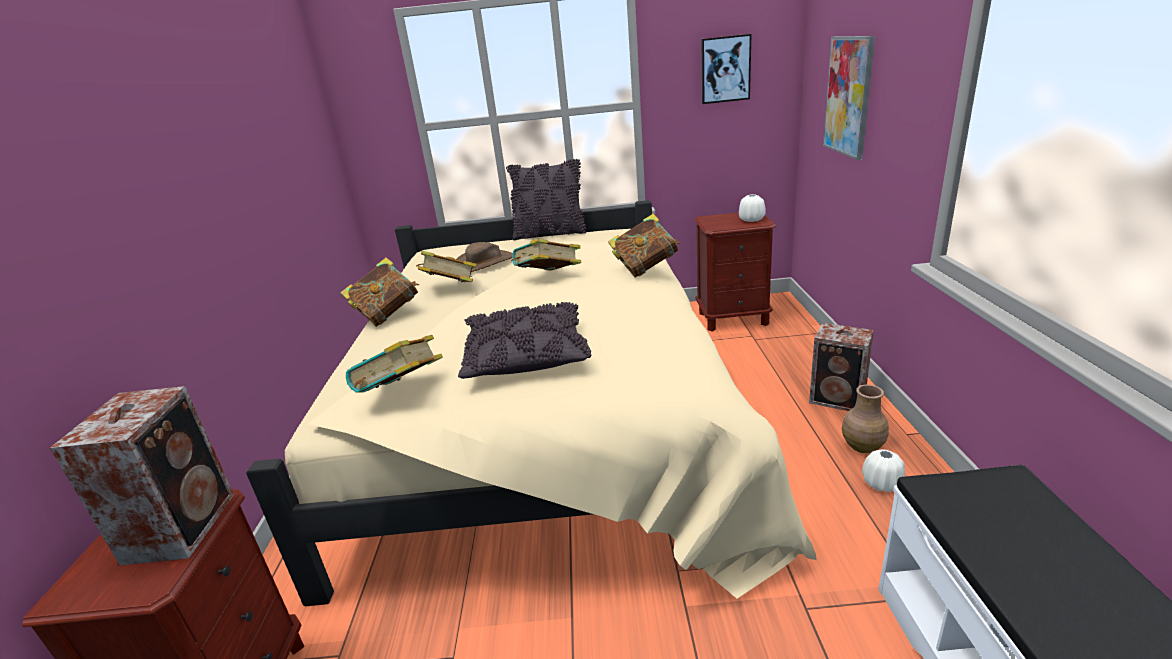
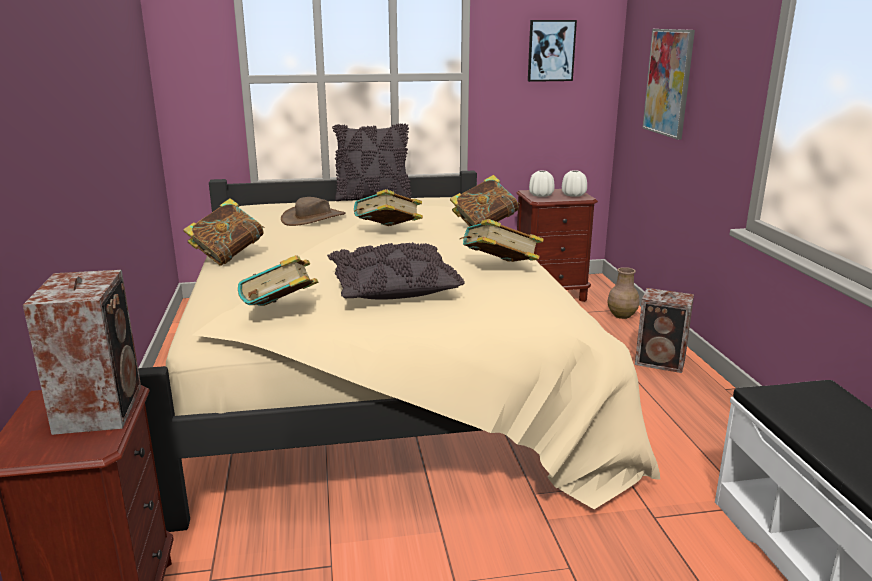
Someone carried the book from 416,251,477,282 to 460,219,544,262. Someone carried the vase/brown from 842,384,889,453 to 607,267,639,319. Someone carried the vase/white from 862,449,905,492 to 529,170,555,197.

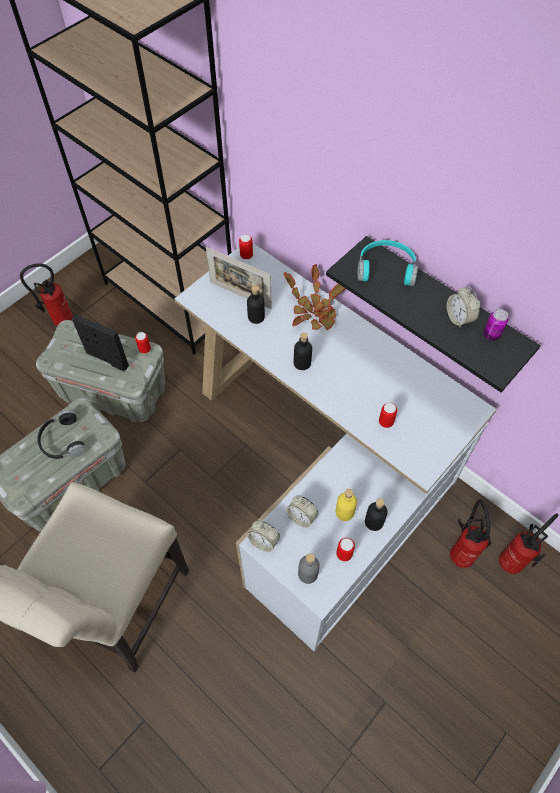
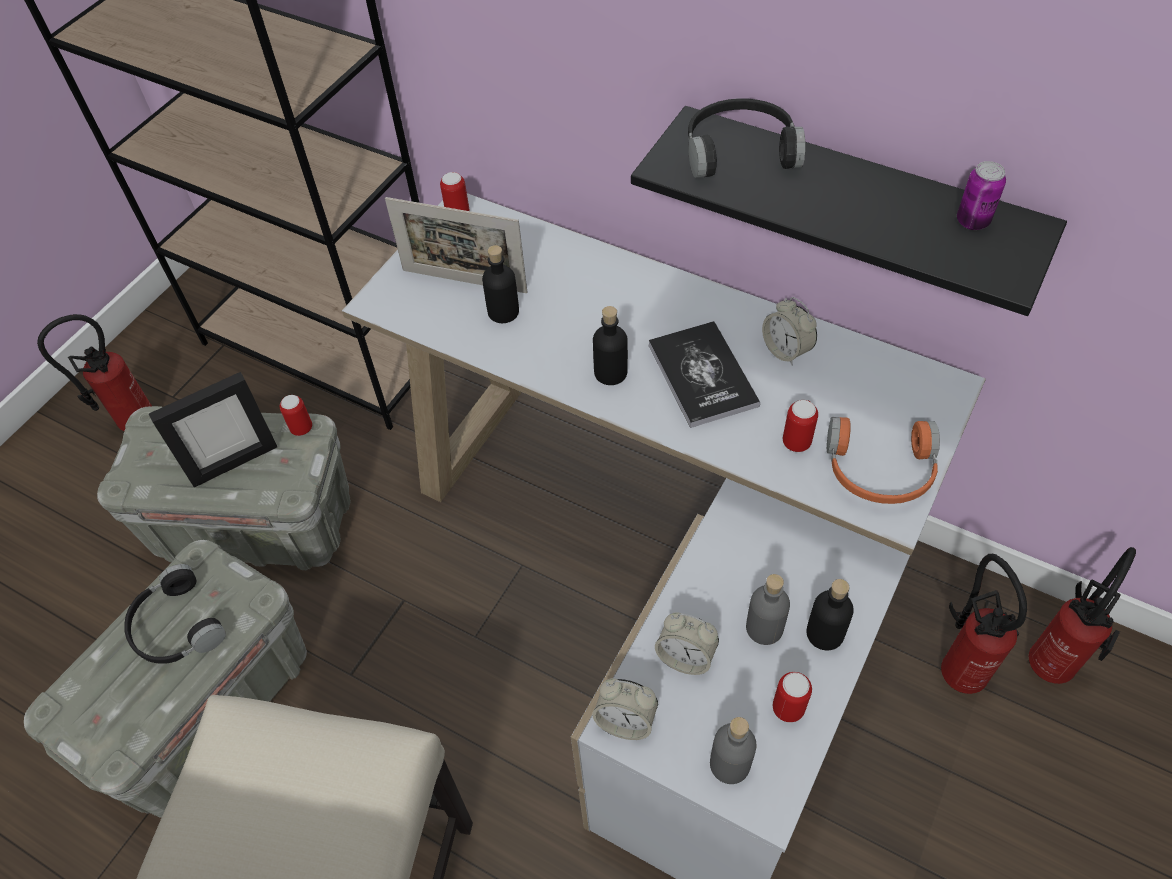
Someone rotated the picture frame at 72,314,129,372 by 135 degrees clockwise. Someone took away the potted plant at 283,264,346,330. Someone repainted the bottle/yellow at 336,489,357,521, which became the bottle/grey at 746,574,790,645. Someone repainted the headphones/turquoise at 357,240,418,286, which became the headphones/black at 688,98,805,178. Someone carried the alarm clock from 447,287,480,328 to 762,297,817,365. Someone put down the book at 649,321,760,428. Someone put down the headphones/orange at 827,417,940,504.

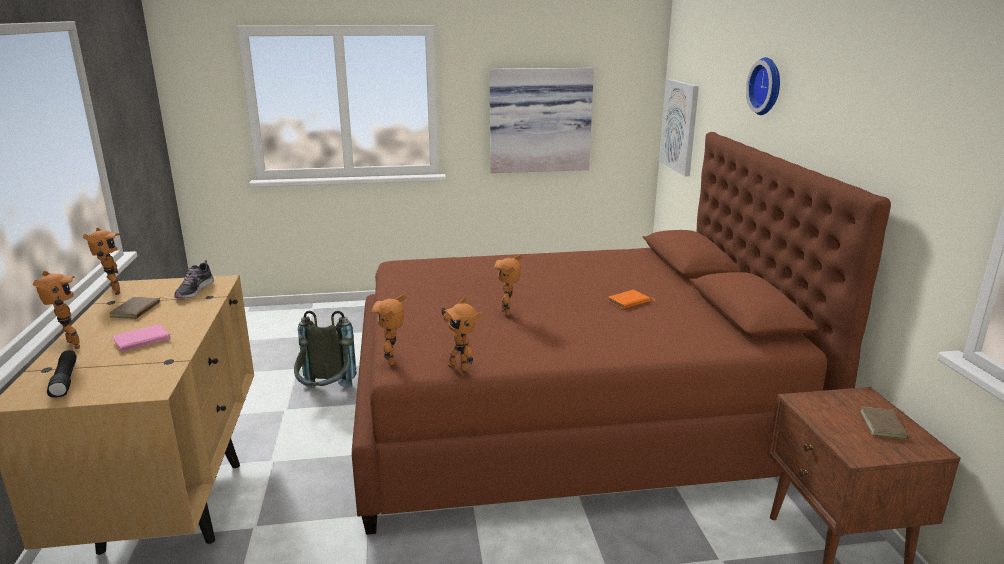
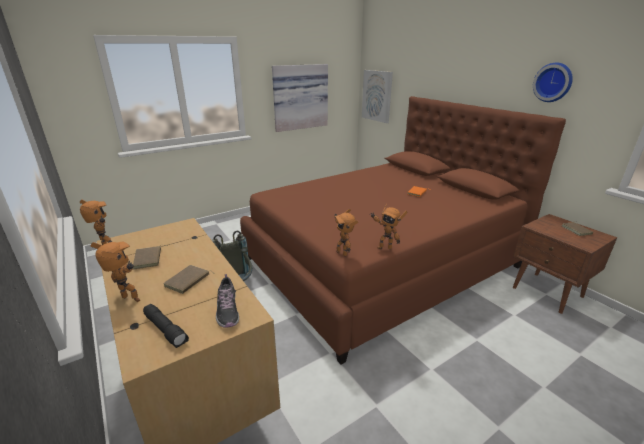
Someone repainted the book/pink at 112,324,172,352, which became the book/brown at 163,265,215,294. Someone carried the shoe from 174,260,214,298 to 216,274,239,328. Someone took away the toy robot at 494,255,522,316. Someone carried the wall clock from 746,57,780,115 to 533,63,573,102.

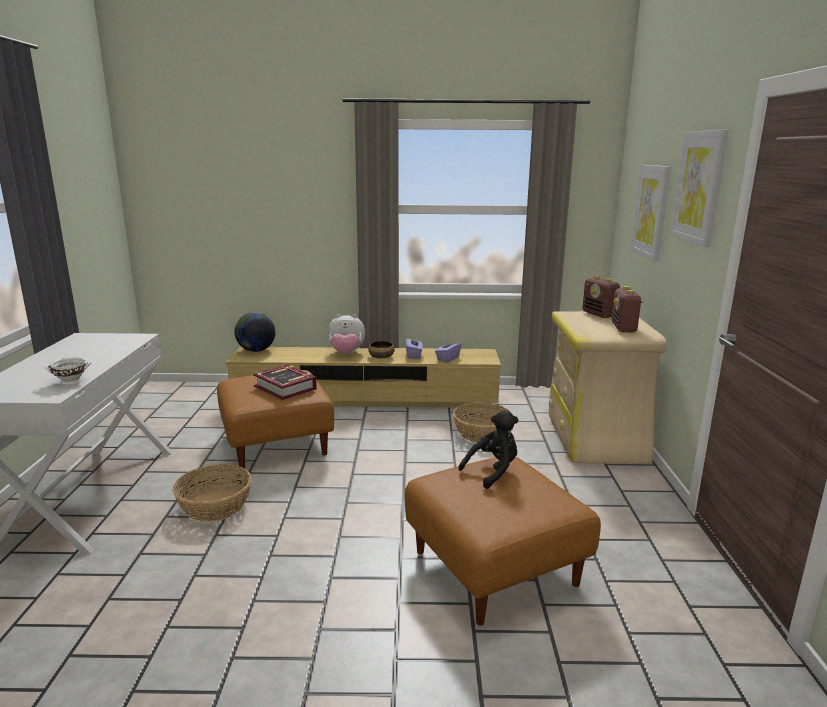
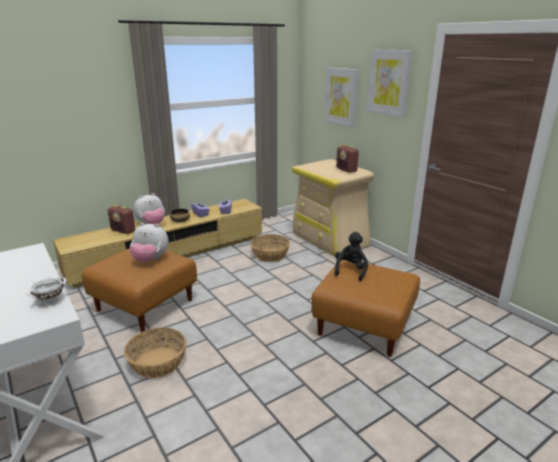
Someone took away the globe at 235,312,275,352. Someone swapped the book at 253,365,317,400 for the plush toy at 129,223,169,263. Someone carried the radio from 583,275,620,318 to 108,205,135,234.

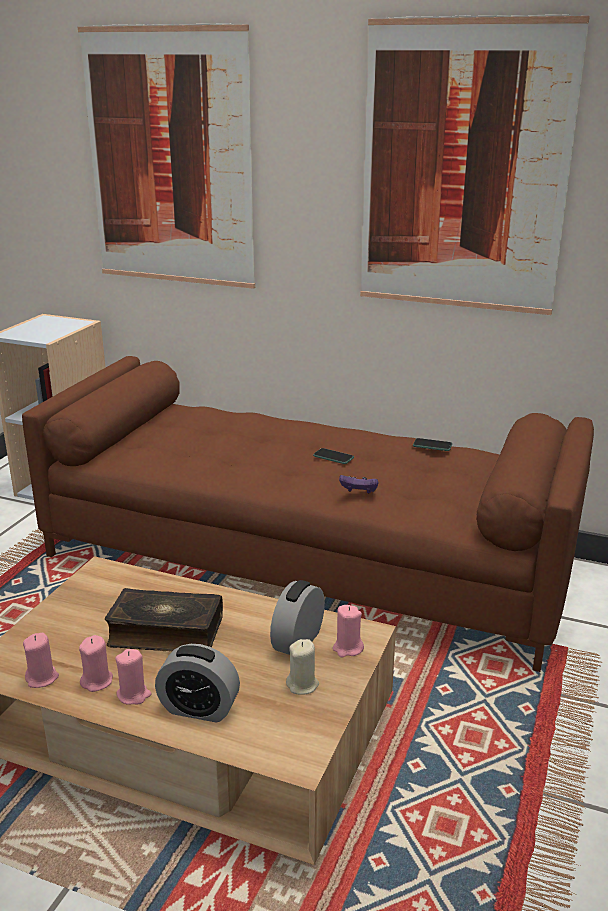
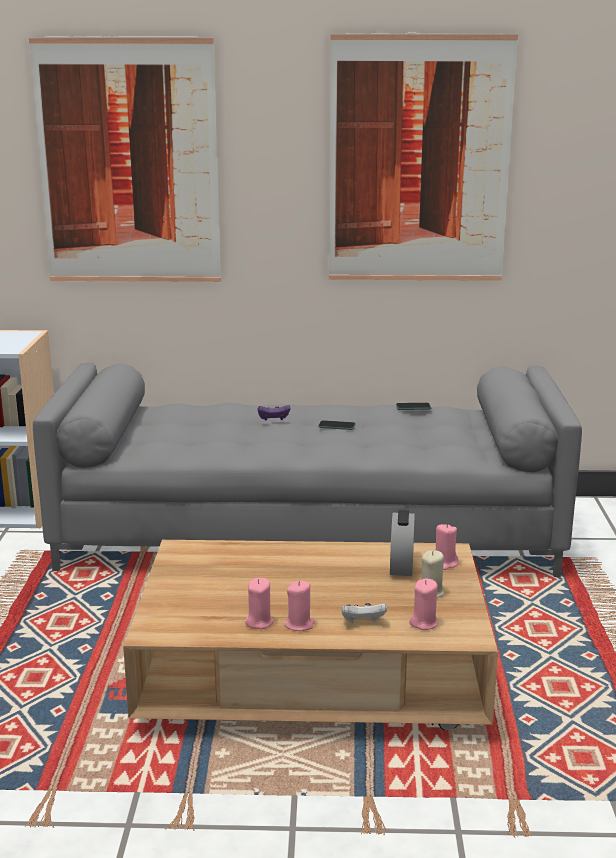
Someone repainted the sofa/brown at 22,356,594,672, which became the sofa/grey at 33,363,582,577. Someone carried the candle/pink from 23,633,59,688 to 409,578,438,630. Someone took away the book at 105,588,223,651. Someone swapped the alarm clock at 155,644,240,723 for the game controller/white at 341,603,387,622. Someone carried the game controller/purple from 339,475,378,494 to 257,405,291,421.

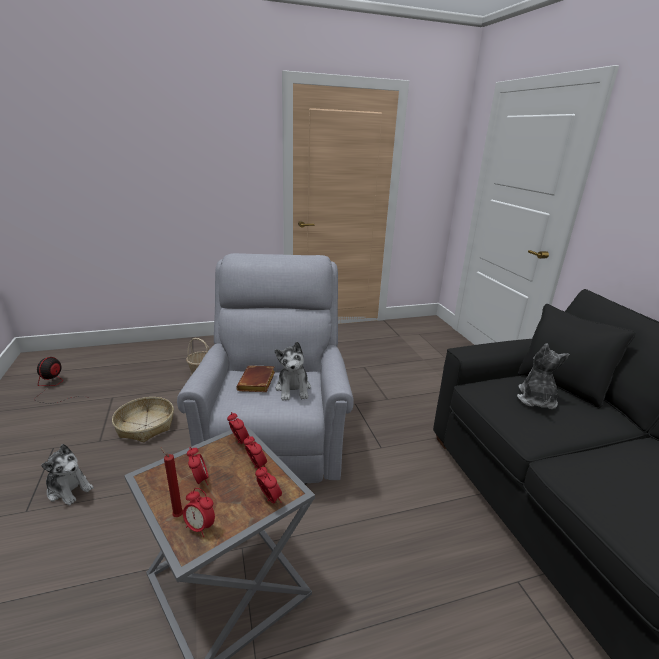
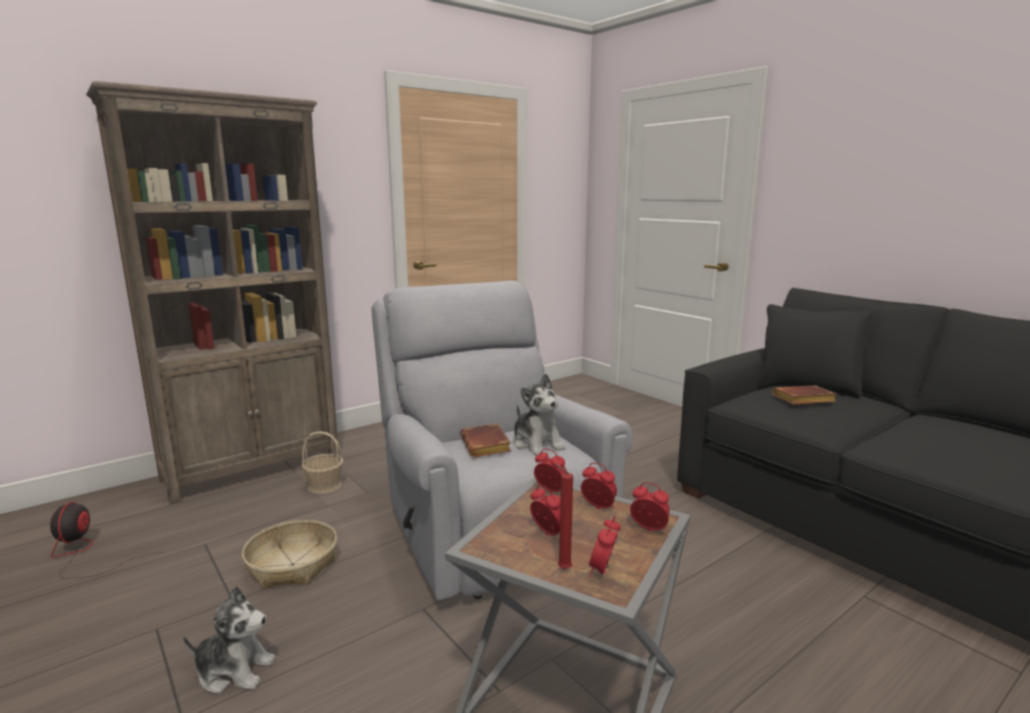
Someone rotated the alarm clock at 183,488,215,537 by 105 degrees clockwise. Someone swapped the plush toy at 517,343,569,409 for the book/brown at 772,385,837,405. Someone put down the bookcase/brown at 86,81,340,504.

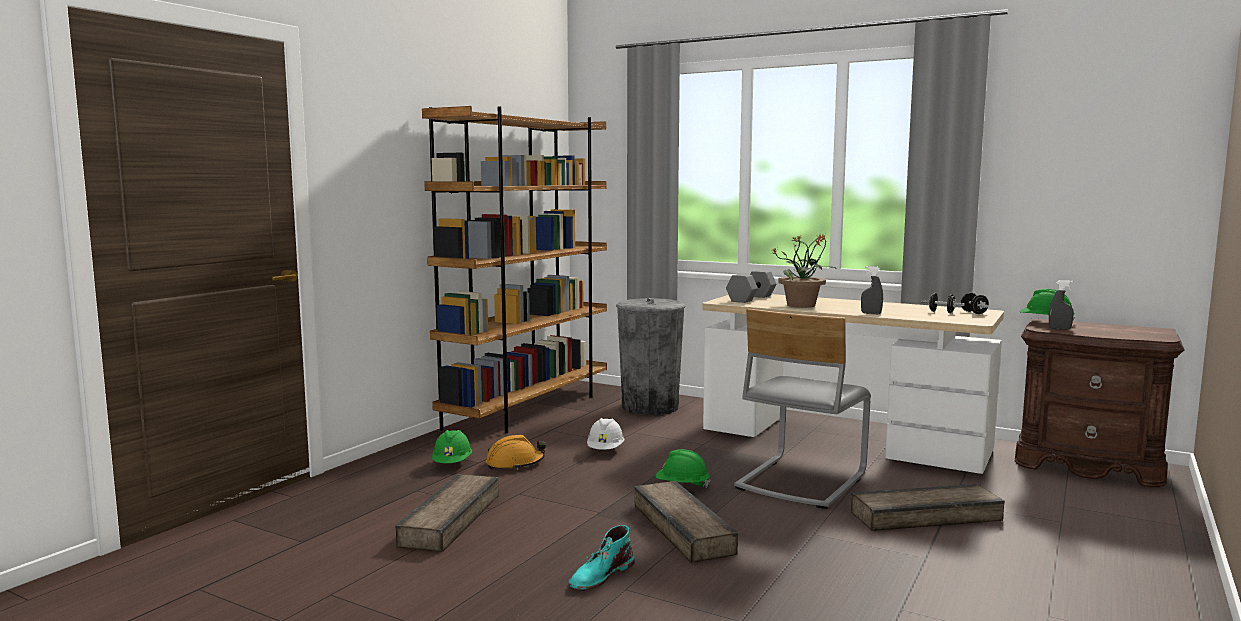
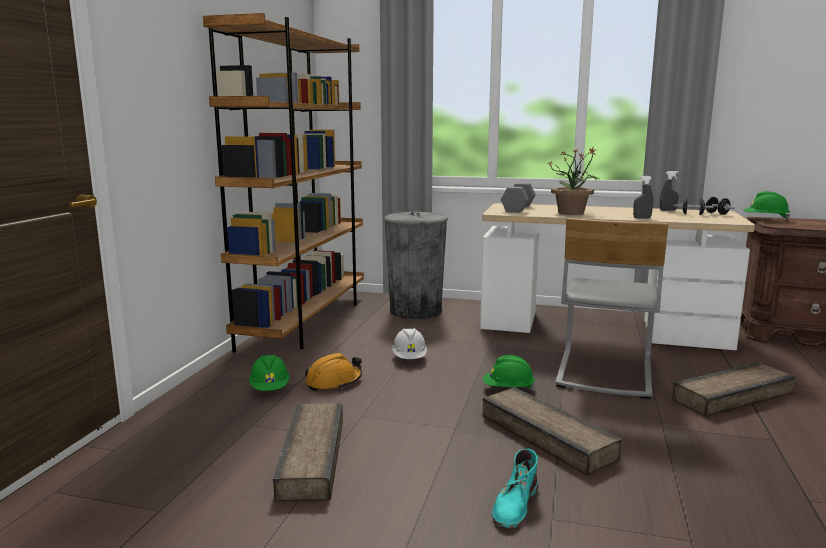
Someone carried the spray bottle/grey from 1049,280,1074,330 to 660,171,679,211.

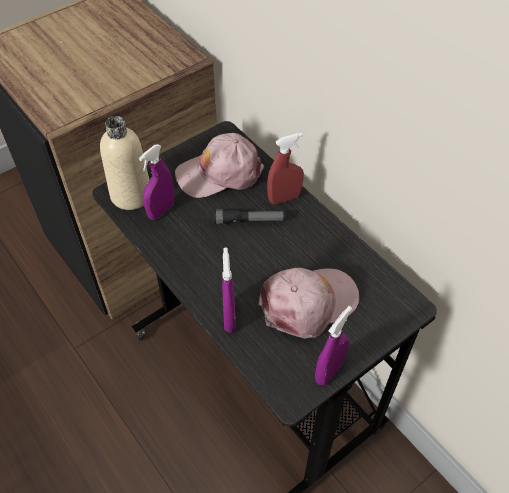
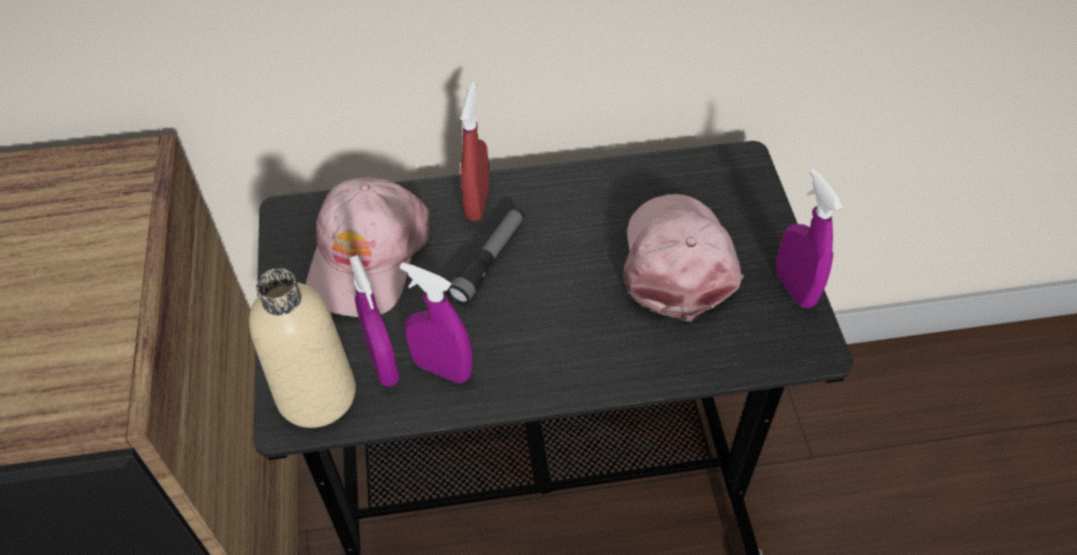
Someone carried the spray bottle/purple from 222,247,236,333 to 400,262,472,383.

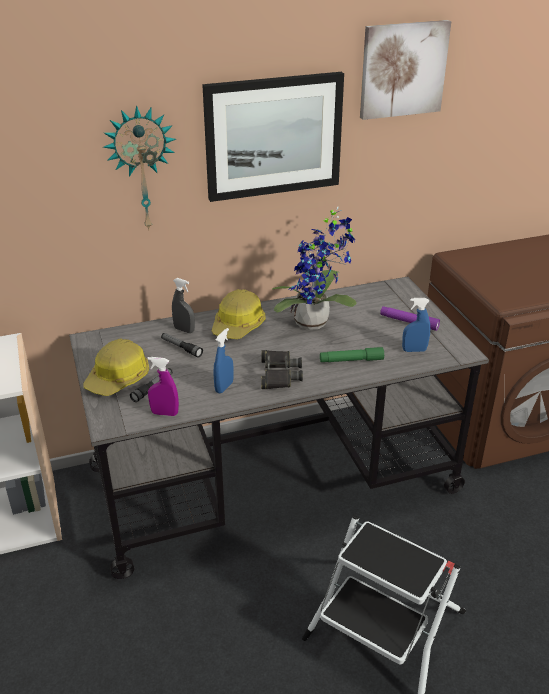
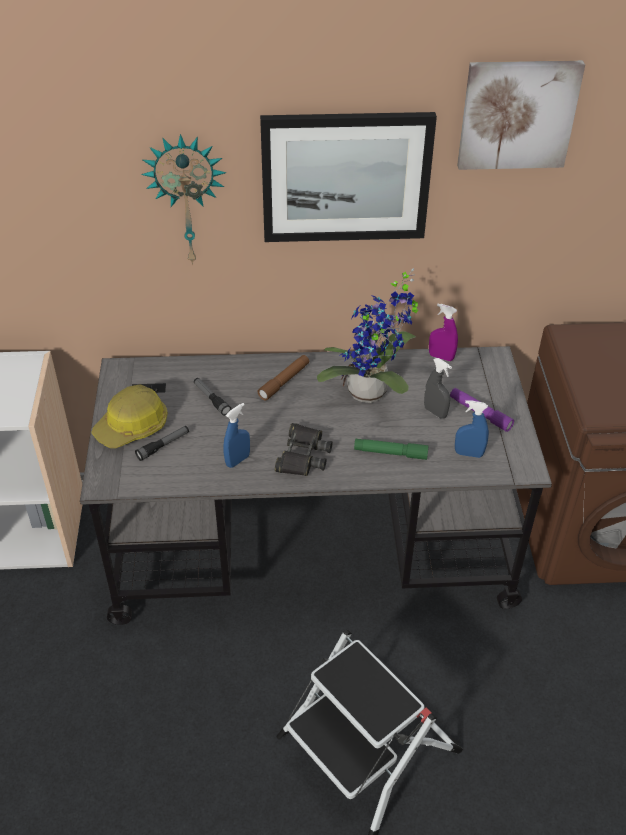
Someone carried the spray bottle/purple from 147,357,179,416 to 429,304,458,361. Someone carried the spray bottle/grey from 172,278,195,333 to 424,358,452,419. Someone swapped the hard hat at 212,289,266,339 for the flashlight/brown at 257,355,309,401.

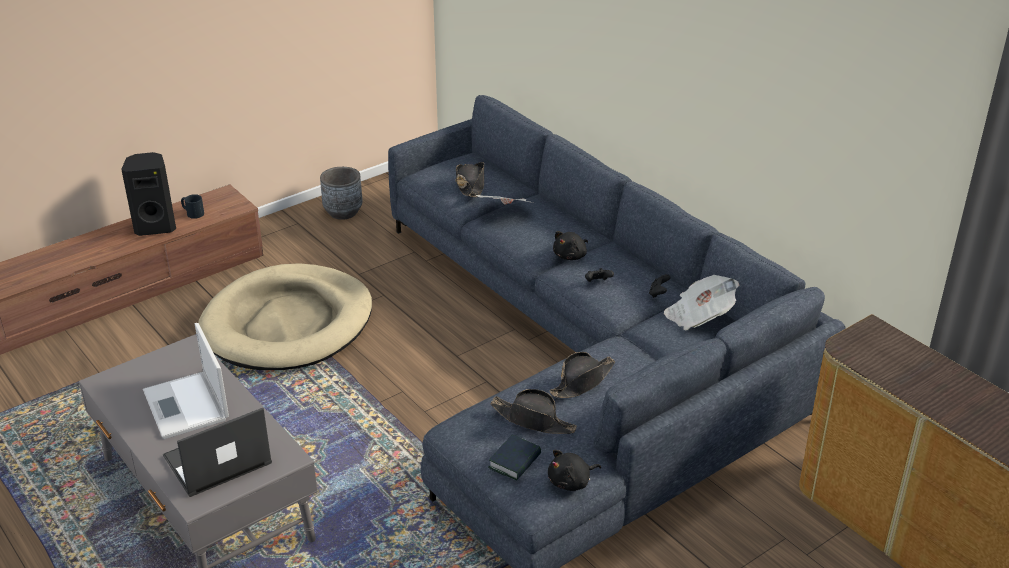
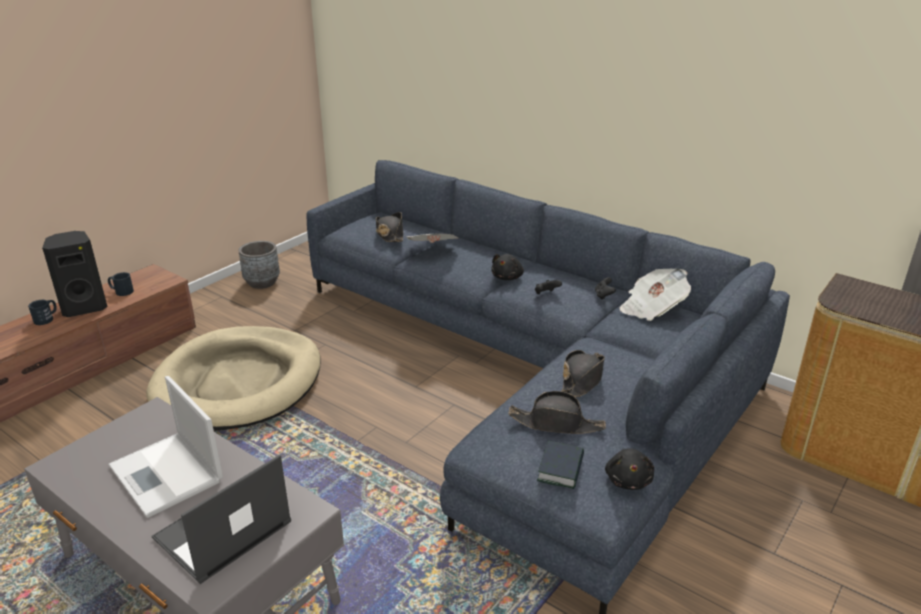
Someone rotated the plush toy/black at 548,450,601,491 by 45 degrees counterclockwise. Someone put down the mug/black at 28,300,57,325.

